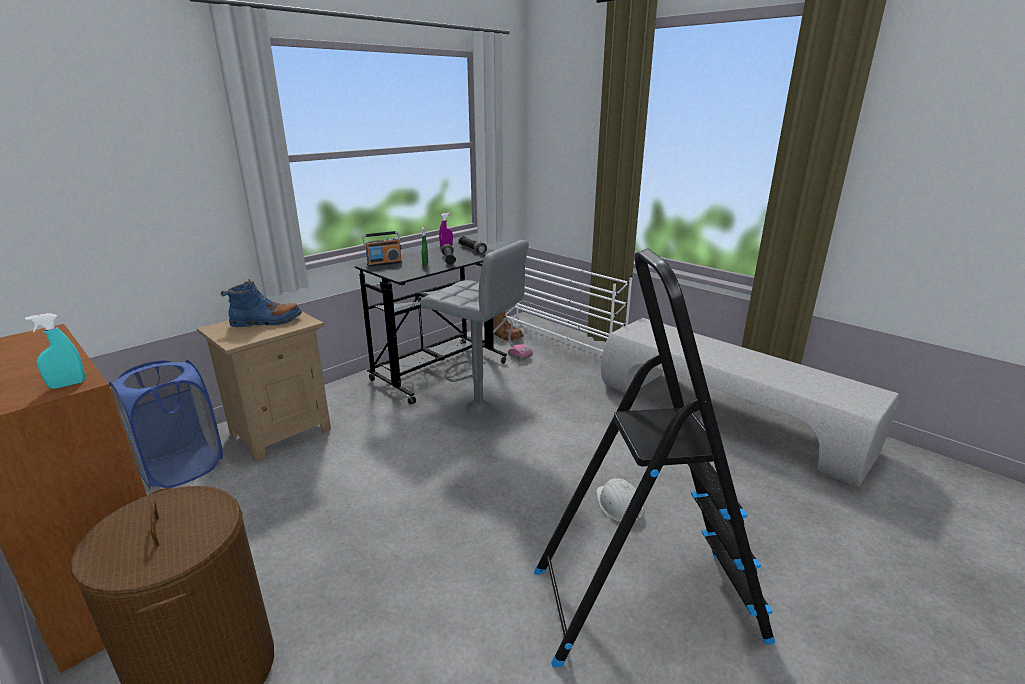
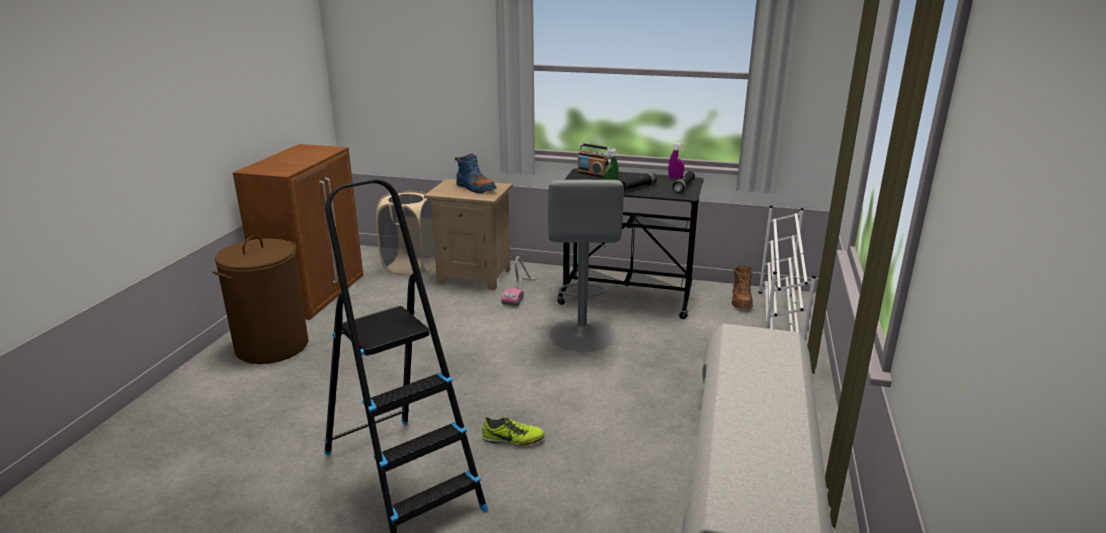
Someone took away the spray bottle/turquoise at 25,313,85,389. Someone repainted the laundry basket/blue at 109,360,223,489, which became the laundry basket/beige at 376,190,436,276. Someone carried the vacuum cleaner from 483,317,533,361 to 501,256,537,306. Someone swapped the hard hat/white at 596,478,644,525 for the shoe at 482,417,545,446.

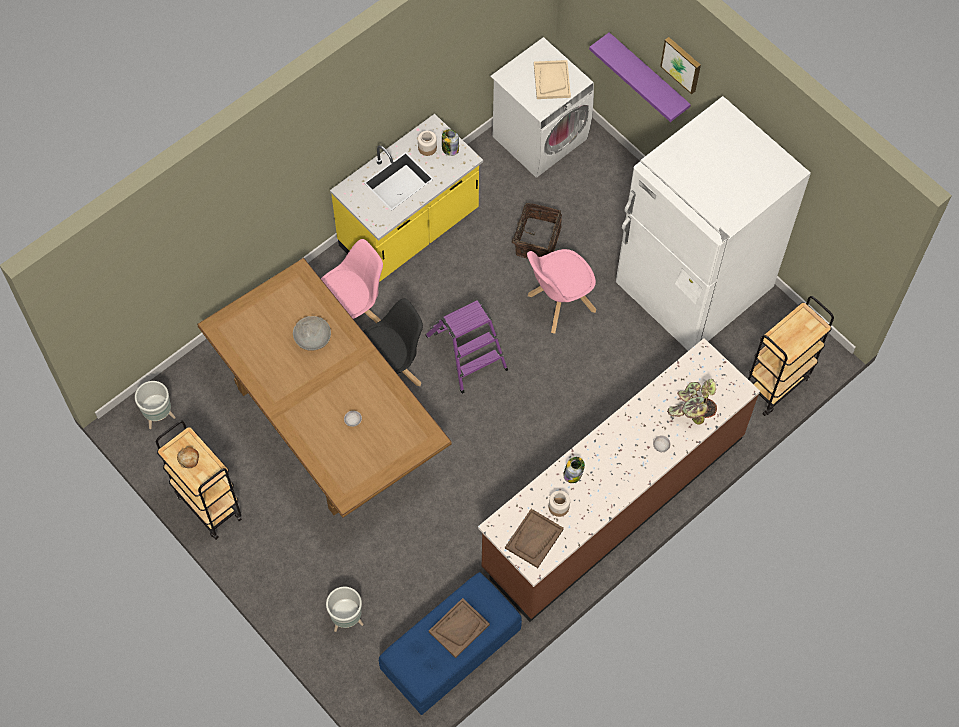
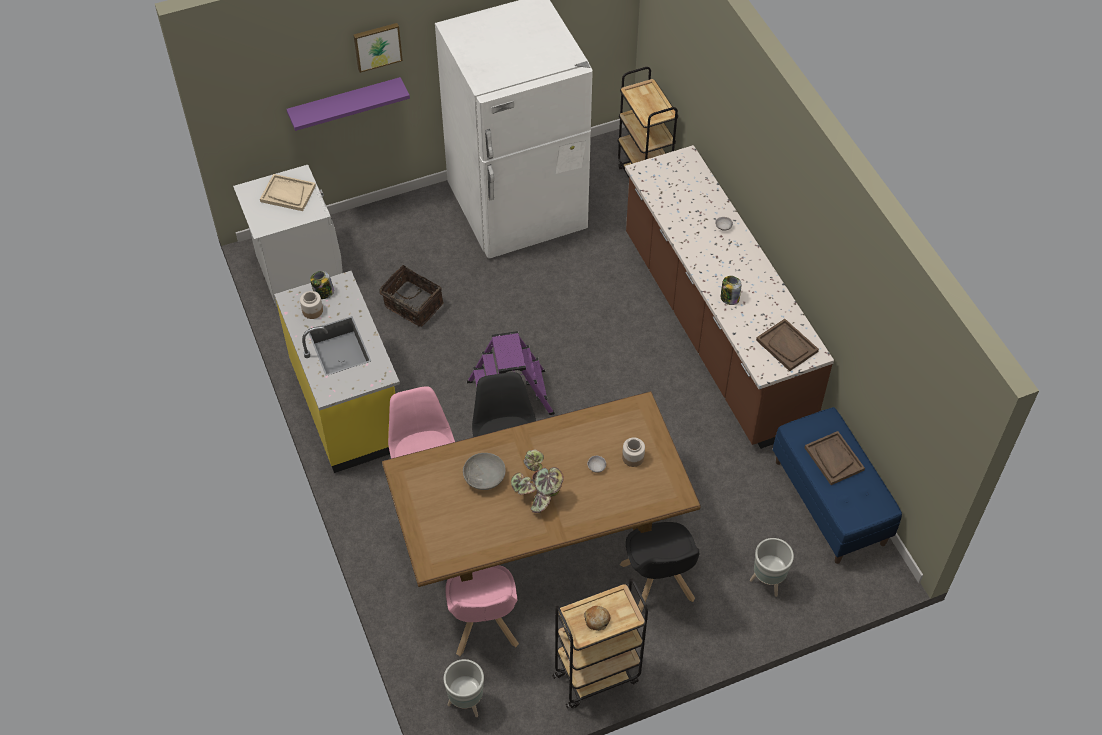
Someone carried the chair/pink from 527,249,597,334 to 445,565,519,656. Someone carried the jar from 549,490,570,517 to 622,438,645,467. Someone carried the potted plant from 668,379,717,425 to 511,449,564,513. Someone put down the chair/black at 620,522,699,613.

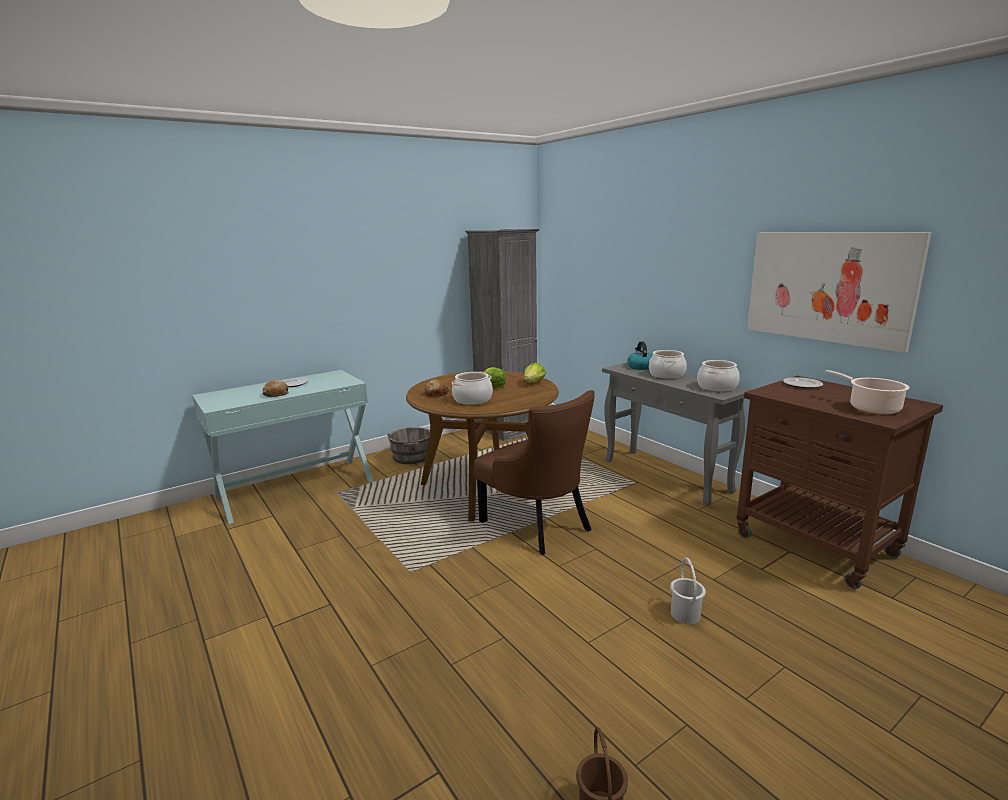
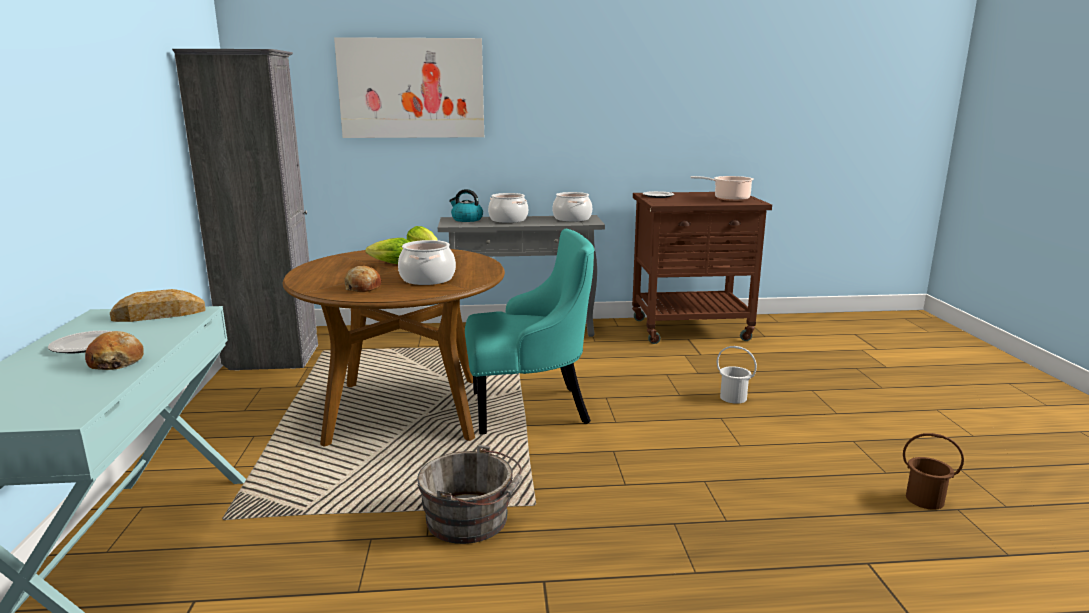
Someone carried the bucket/grey from 387,427,430,464 to 417,444,523,544. Someone repainted the chair/brown at 473,390,595,555, which became the chair/turquoise at 465,229,594,434. Someone carried the picture from 747,232,932,353 to 334,37,484,138. Someone put down the bread at 110,289,206,322.

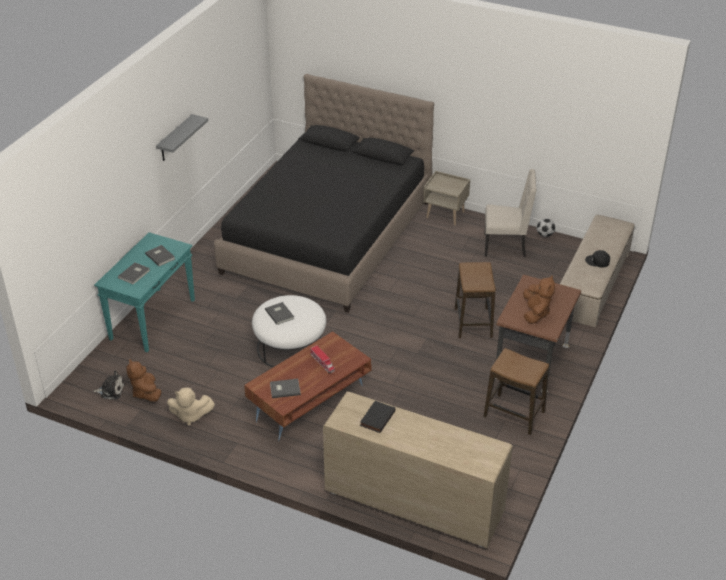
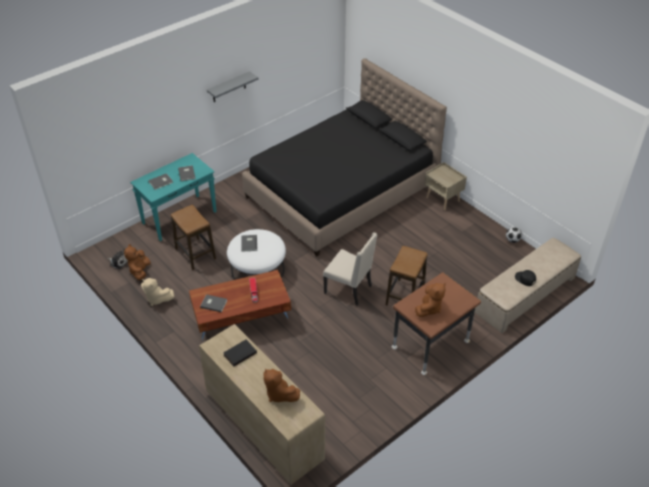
Someone carried the stool from 483,348,549,435 to 171,205,216,270. Someone carried the chair/beige from 484,169,537,257 to 323,232,378,306. Someone put down the plush toy/brown at 264,369,300,402.

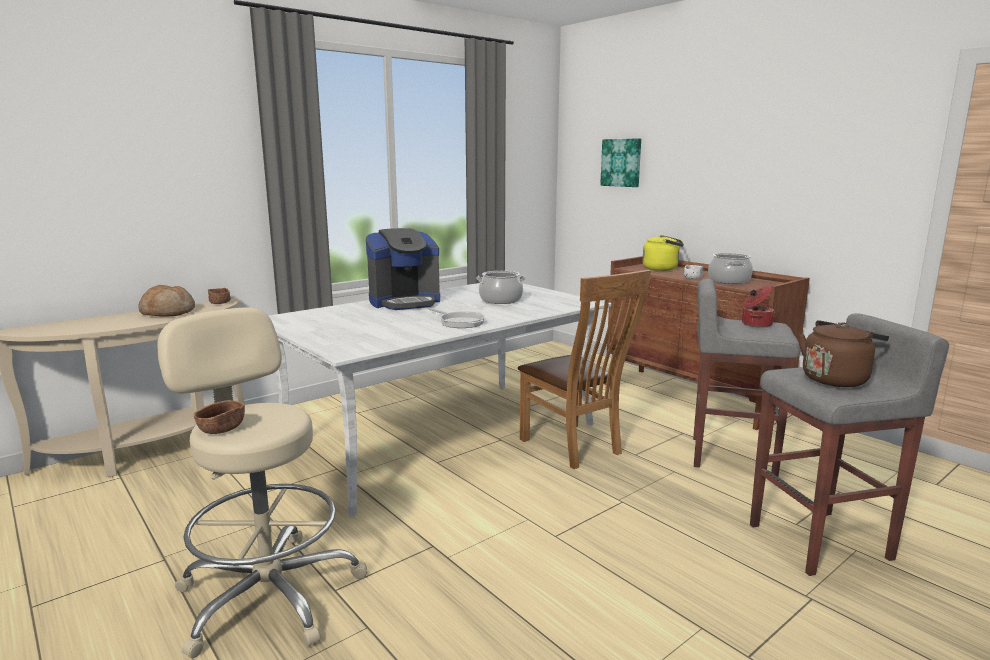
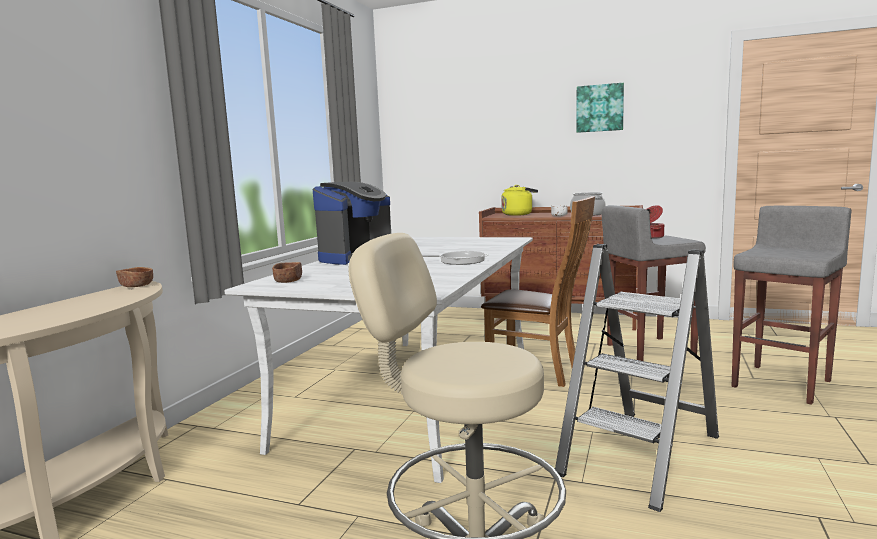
Someone took away the bread at 138,285,195,317. Someone carried the bowl/brown from 194,400,245,434 to 272,262,302,283. Someone took away the cooking pot at 476,271,526,304. Someone carried the picture from 600,138,641,187 to 577,83,624,133. Someone took away the kettle/brown at 799,320,889,387. Someone put down the step ladder/grey at 555,244,719,512.

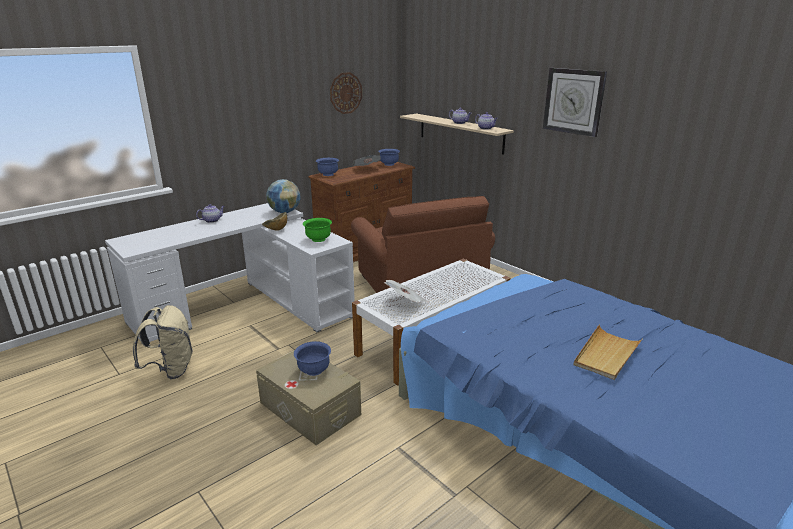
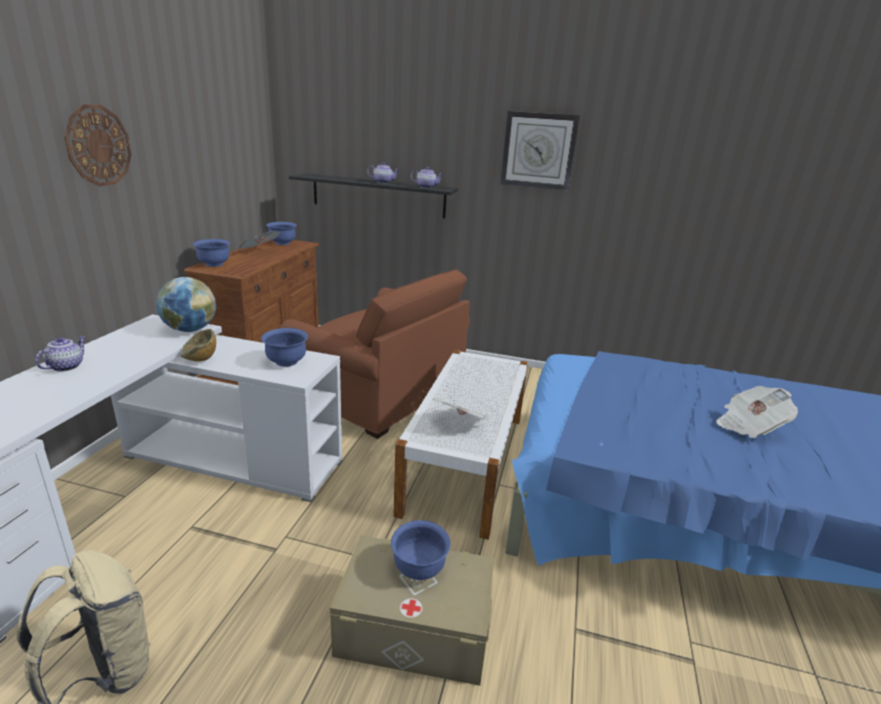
Someone repainted the bowl/green at 303,218,332,242, which became the bowl/blue at 261,328,308,367. Someone carried the wall clock from 330,72,362,114 to 64,104,132,186. Someone repainted the shelf/beige at 400,114,514,155, which became the shelf/black at 289,173,458,218. Someone swapped the tray/beige at 574,325,643,380 for the newspaper at 716,386,798,438.

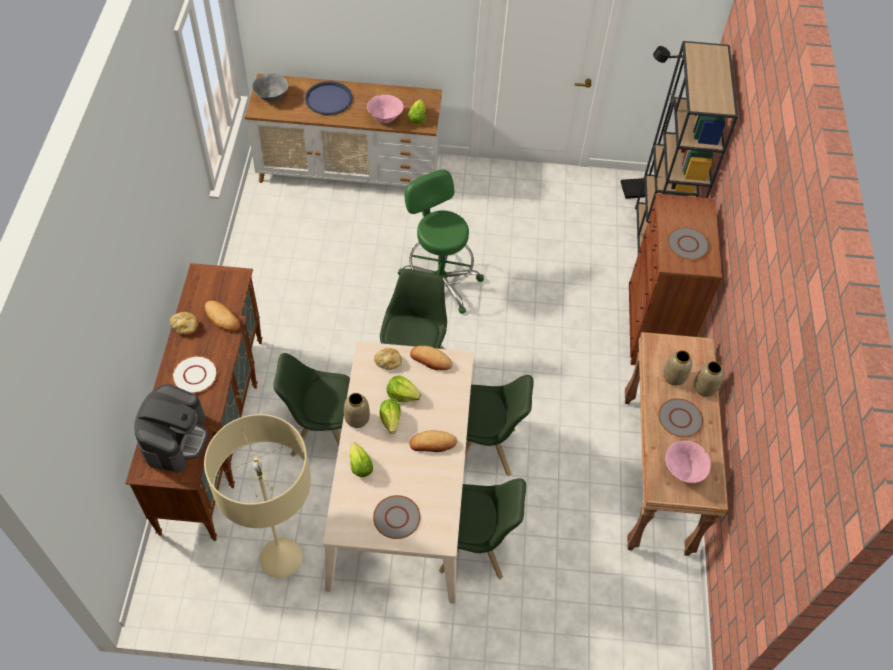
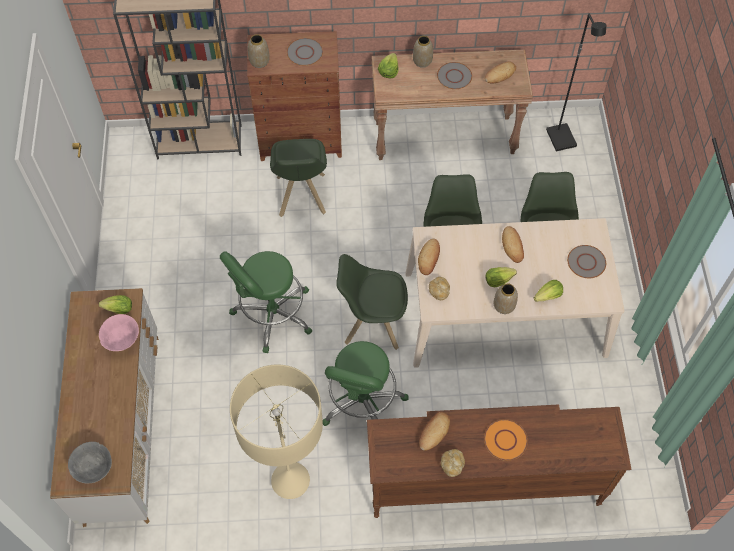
Someone took away the coffee machine at 134,384,208,473. Someone repainted the plate/white at 172,356,217,393, which became the plate/orange at 484,419,528,461. Someone carried the floor lamp/beige from 204,414,311,578 to 230,364,323,499. Someone carried the chair/green from 273,353,350,457 to 270,139,327,217. Someone took away the tray/blue at 305,81,353,115. Someone carried the lettuce from 387,375,421,402 to 378,53,398,78. Someone carried the floor lamp/black from 621,46,684,199 to 546,13,606,151. Someone carried the vase from 663,350,692,386 to 248,34,270,68. Someone swapped the bowl/pink at 665,441,711,483 for the bread at 485,61,516,83. Someone put down the stool/green at 323,341,409,426.

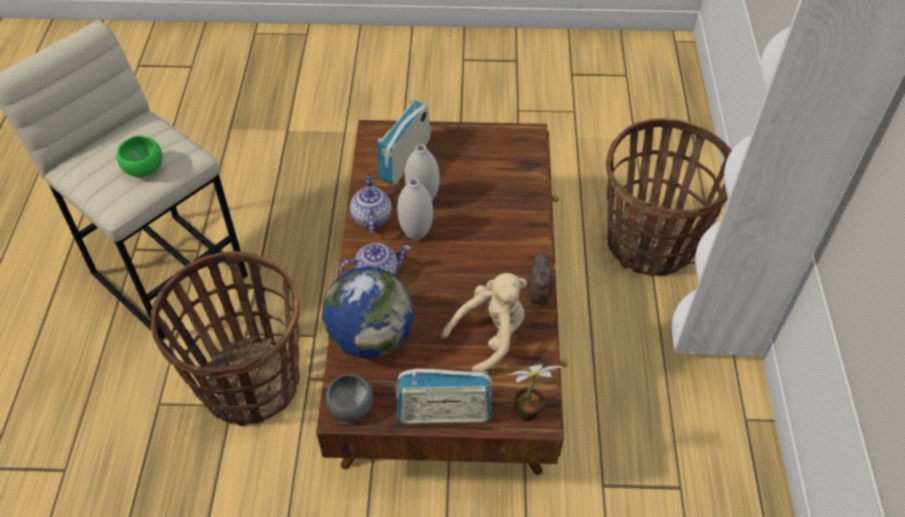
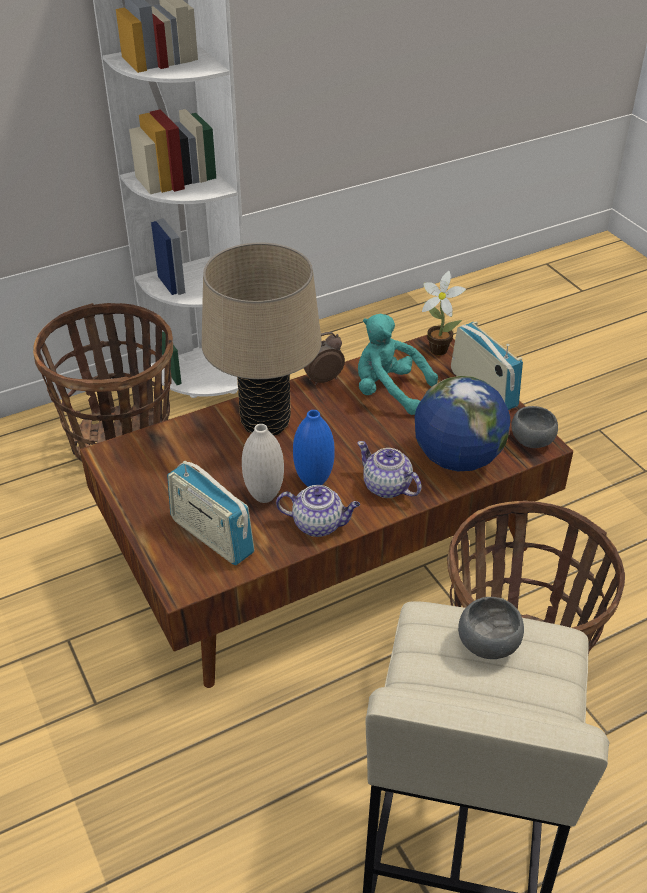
Someone repainted the bowl/green at 116,135,162,177, which became the bowl/grey at 458,597,524,659. Someone rotated the teapot at 350,174,392,235 by 135 degrees counterclockwise. Someone rotated the radio at 377,98,431,184 by 45 degrees clockwise. Someone repainted the vase/white at 397,178,433,240, which became the vase/blue at 293,410,335,487. Someone repainted the plush toy/beige at 442,273,527,372, which became the plush toy/turquoise at 358,314,438,415. Someone put down the table lamp/beige at 202,242,322,435.

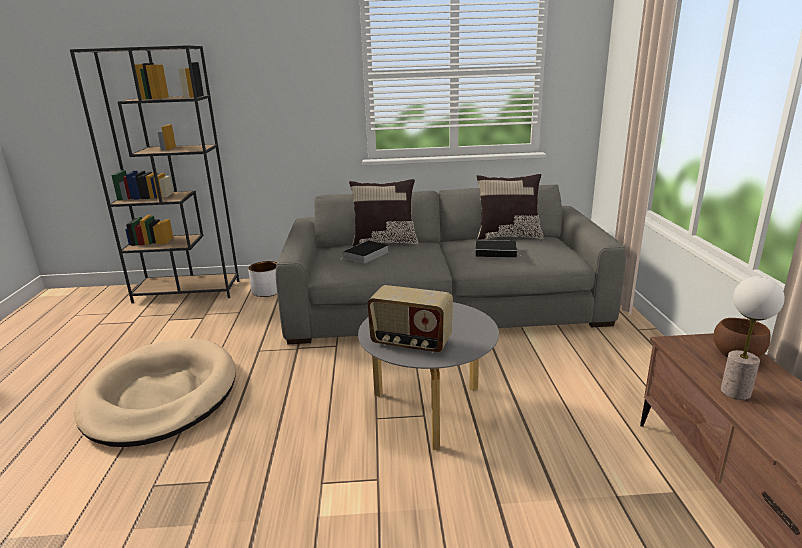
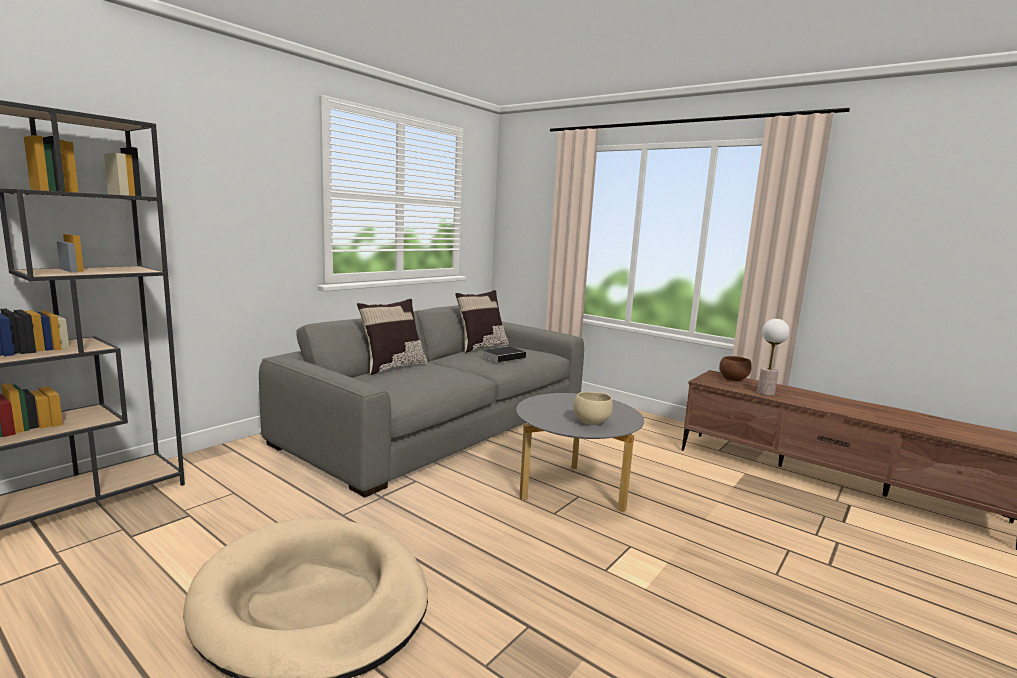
Someone took away the planter/white at 248,261,277,297. Someone took away the book at 342,240,389,264. Someone swapped the radio at 367,285,453,353 for the bowl/beige at 573,392,613,425.

